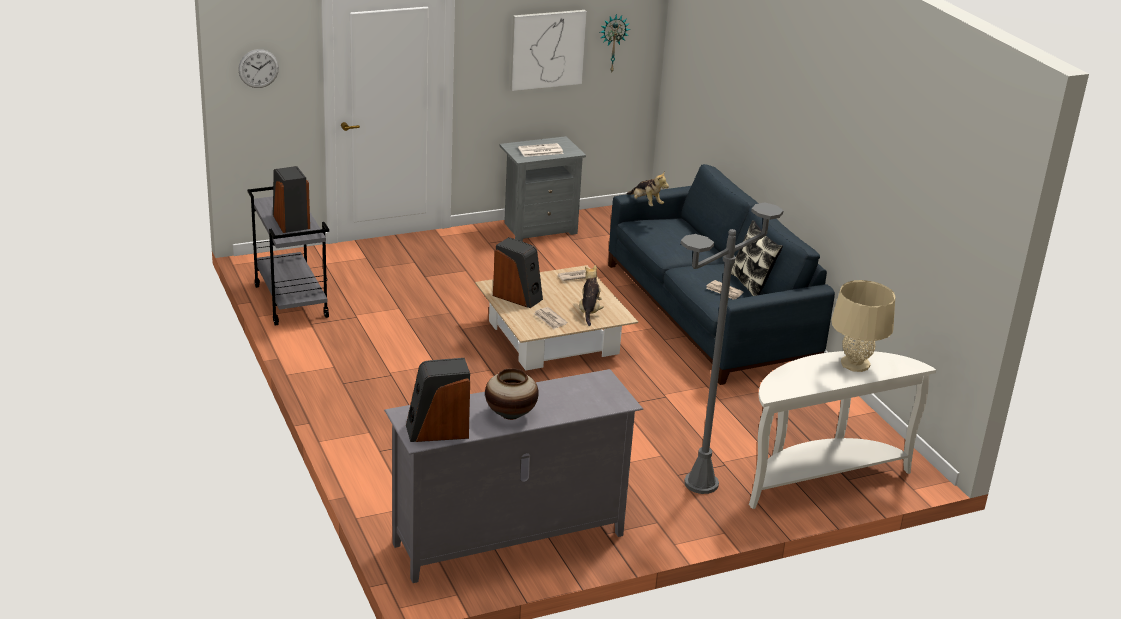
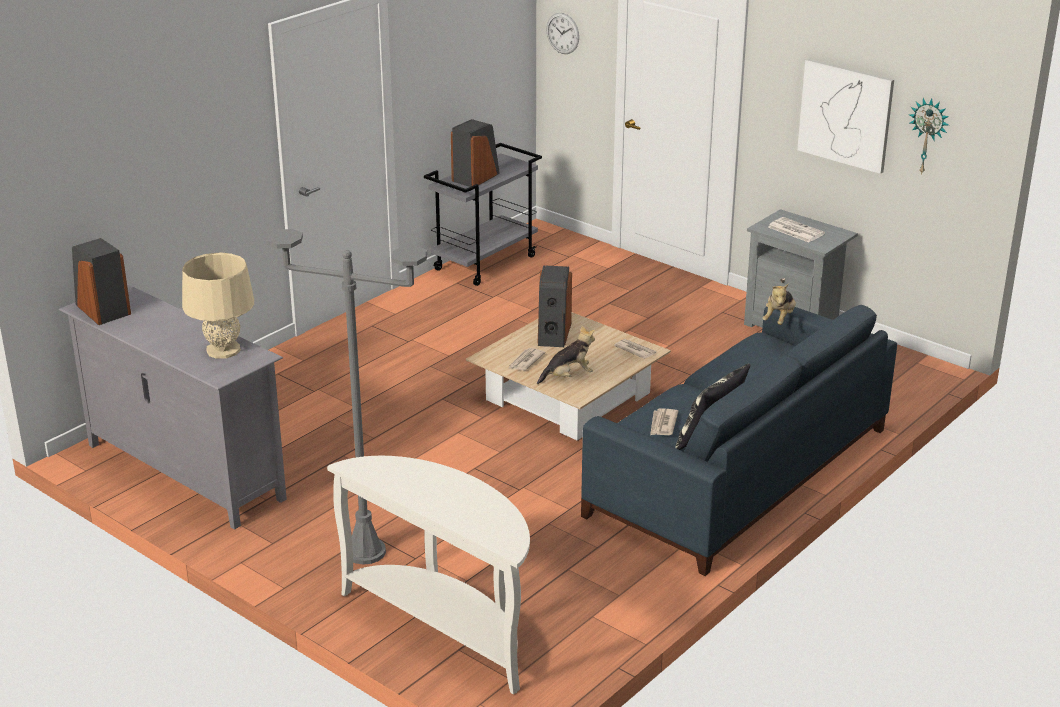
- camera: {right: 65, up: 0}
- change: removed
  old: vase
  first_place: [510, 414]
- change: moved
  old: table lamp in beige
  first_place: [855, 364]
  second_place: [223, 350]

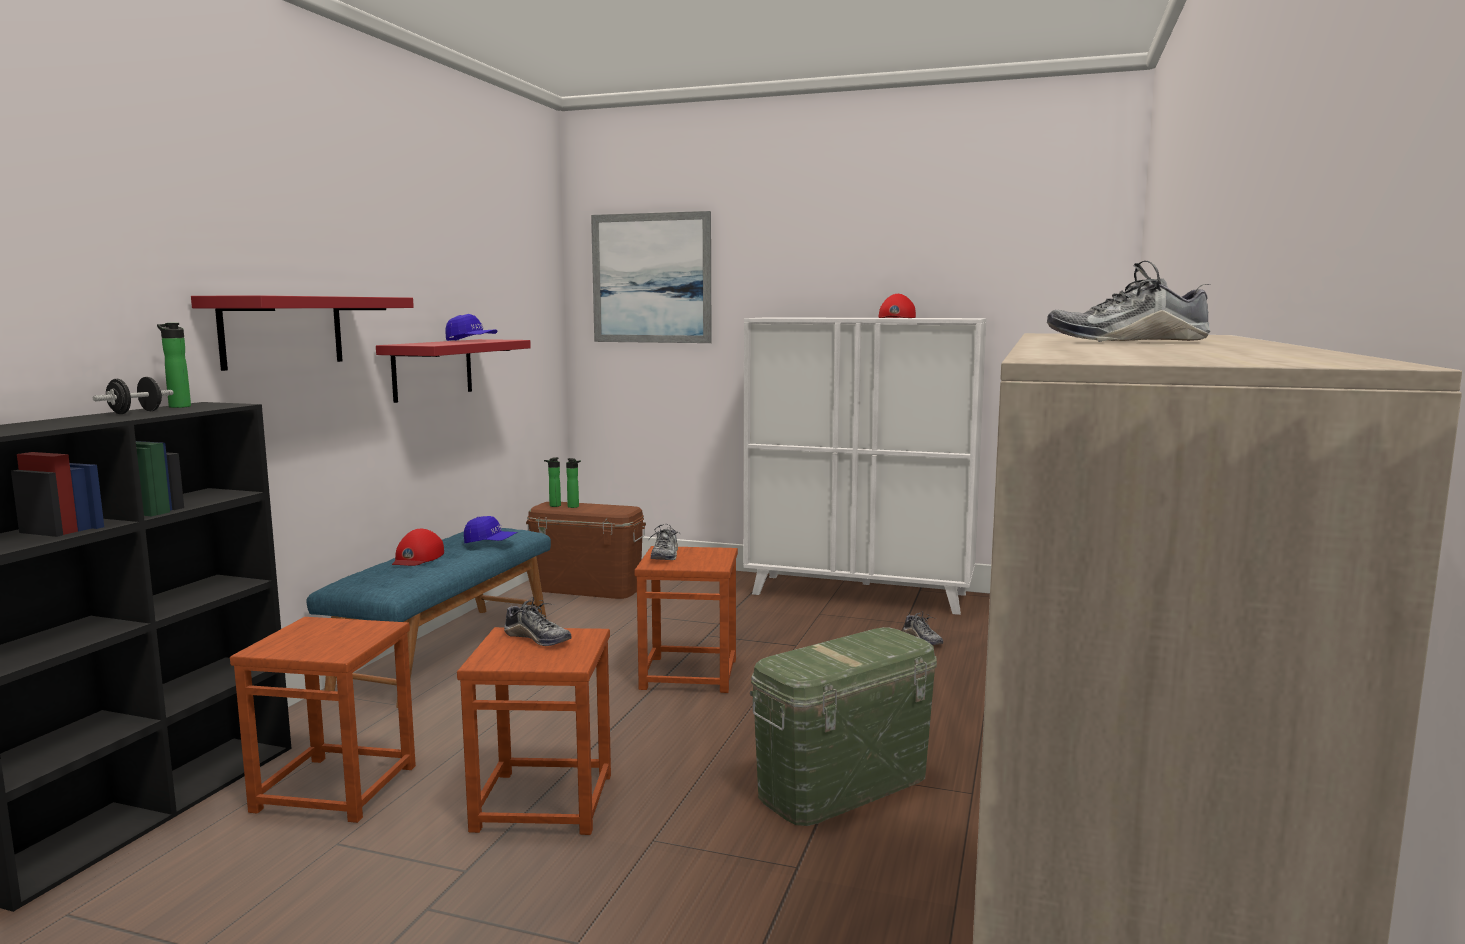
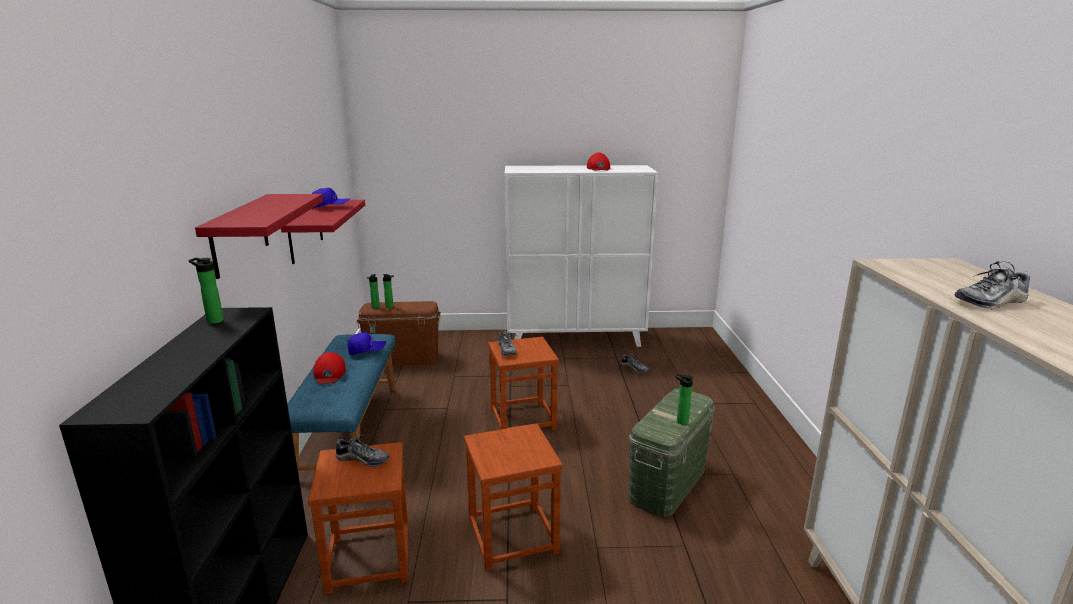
- camera: {right: -20, up: 10}
- change: removed
  old: dumbbell in black
  first_place: [135, 412]
- change: removed
  old: picture
  first_place: [651, 278]
- change: added
  new: bottle
  second_place: [680, 421]
- change: moved
  old: shoe
  first_place: [537, 639]
  second_place: [363, 459]

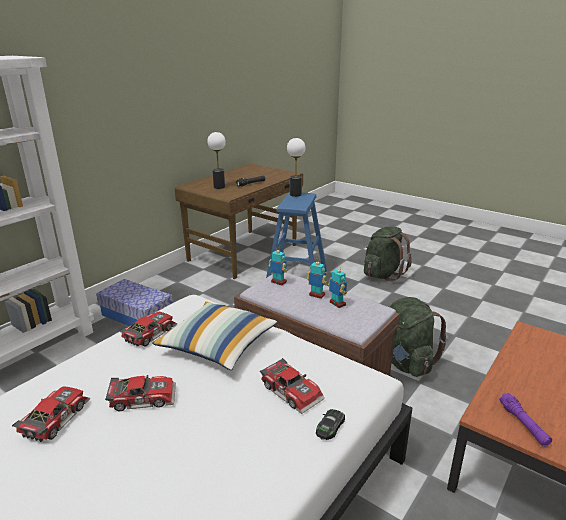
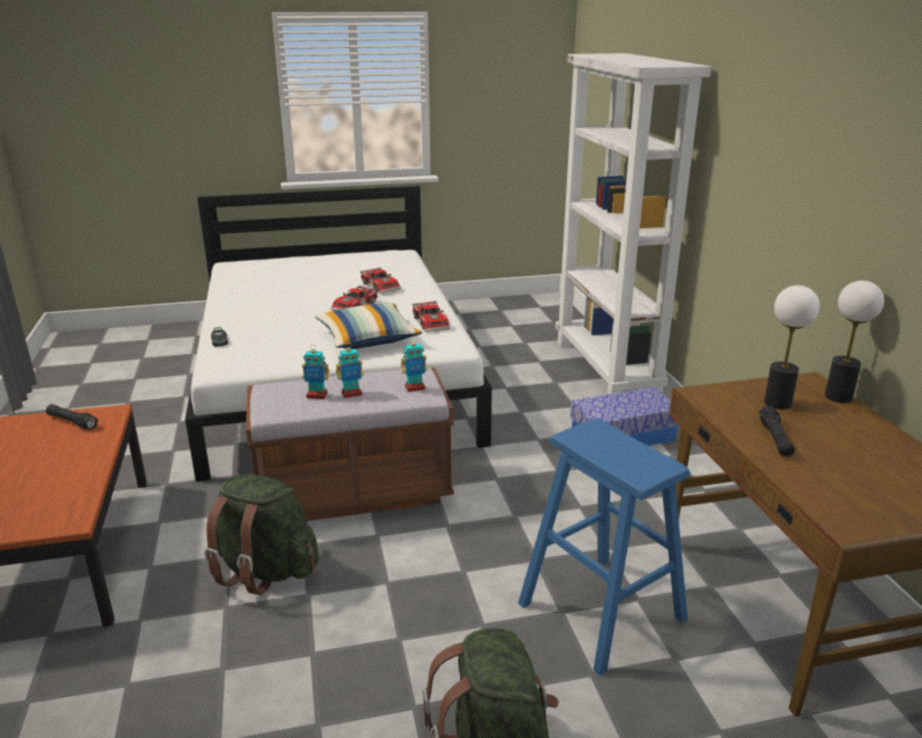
- camera: {right: 130, up: 0}
- change: removed
  old: toy car
  first_place: [293, 391]
- change: moved
  old: table lamp
  first_place: [296, 194]
  second_place: [838, 397]
- change: recoloured
  old: flashlight in purple
  new: flashlight in black
  first_place: [523, 424]
  second_place: [72, 422]

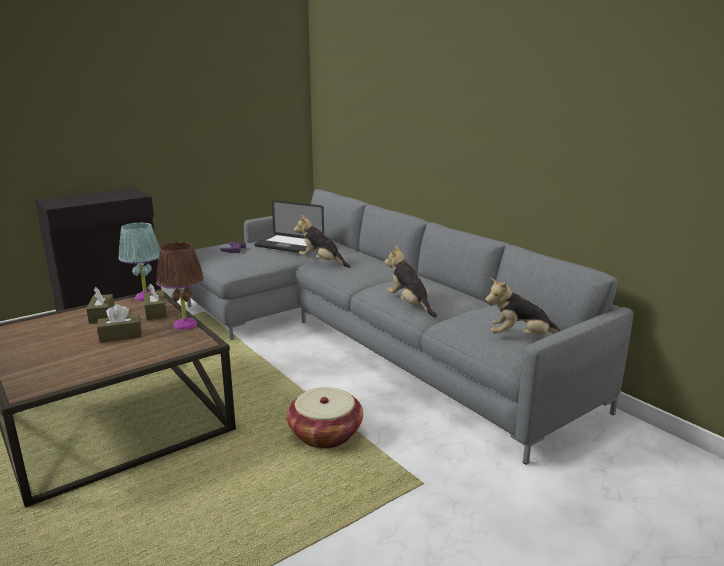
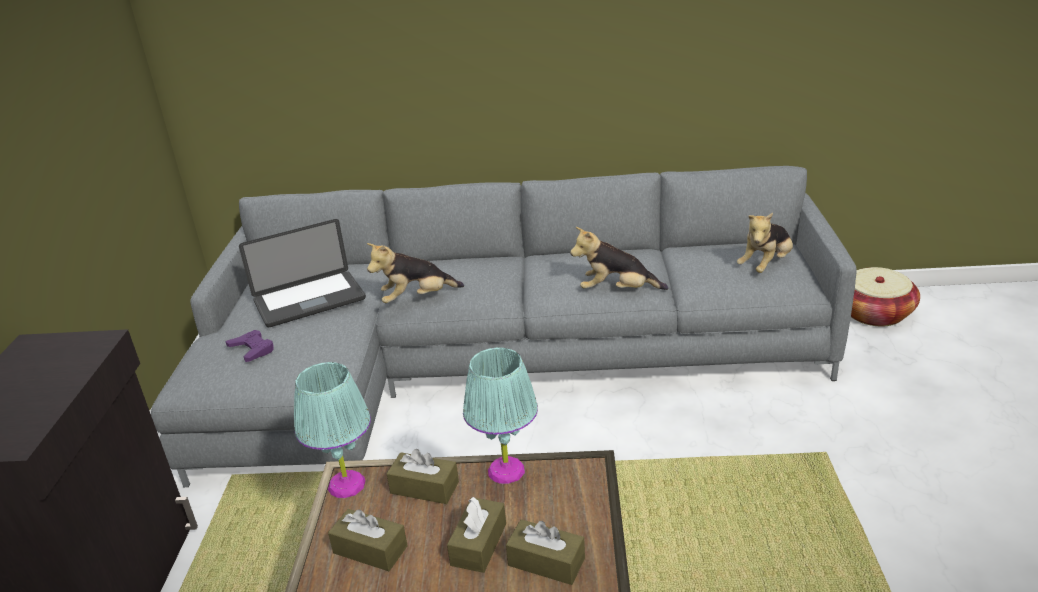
- camera: {right: -50, up: 10}
- change: added
  new: tissue box in brown
  second_place: [546, 562]
- change: moved
  old: basket
  first_place: [325, 434]
  second_place: [874, 313]
- change: recoloured
  old: table lamp in brown
  new: table lamp in turquoise
  first_place: [184, 325]
  second_place: [506, 471]

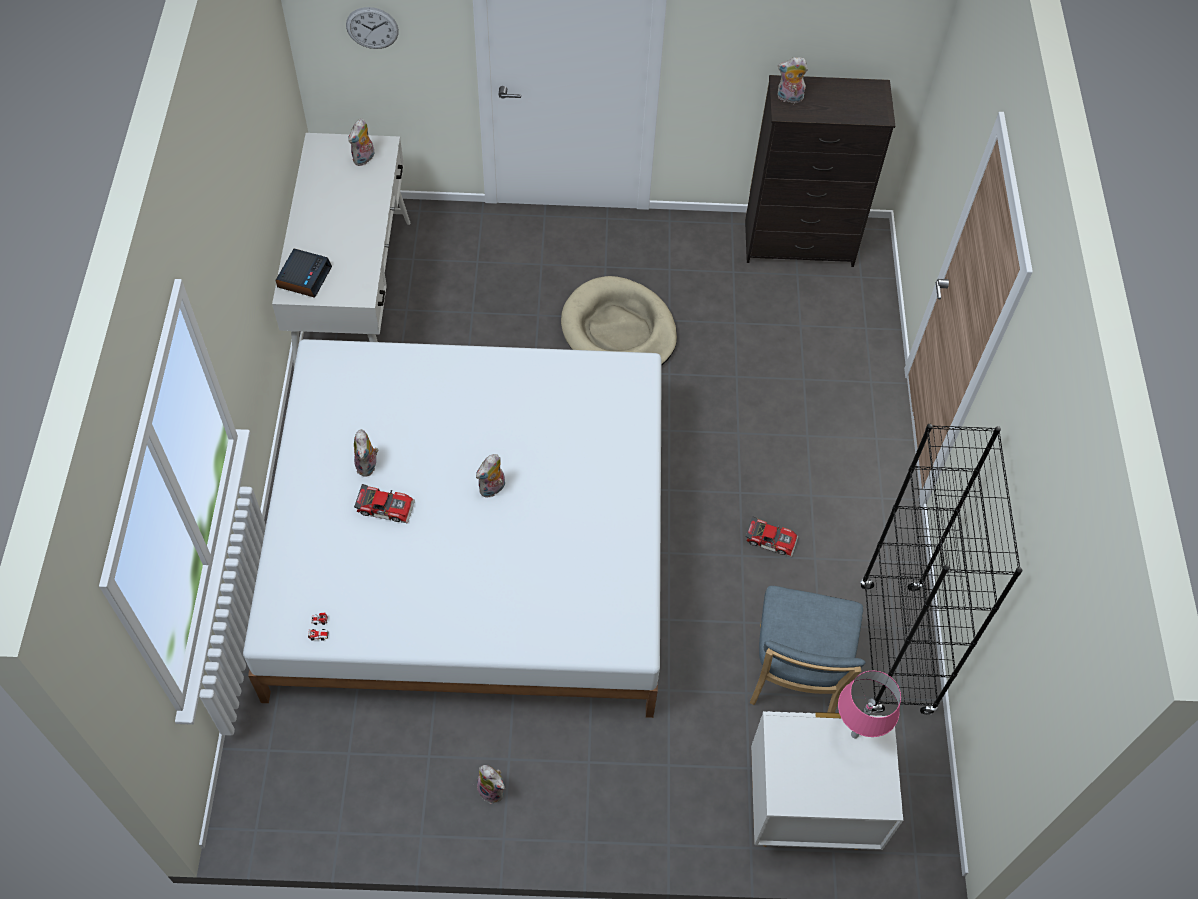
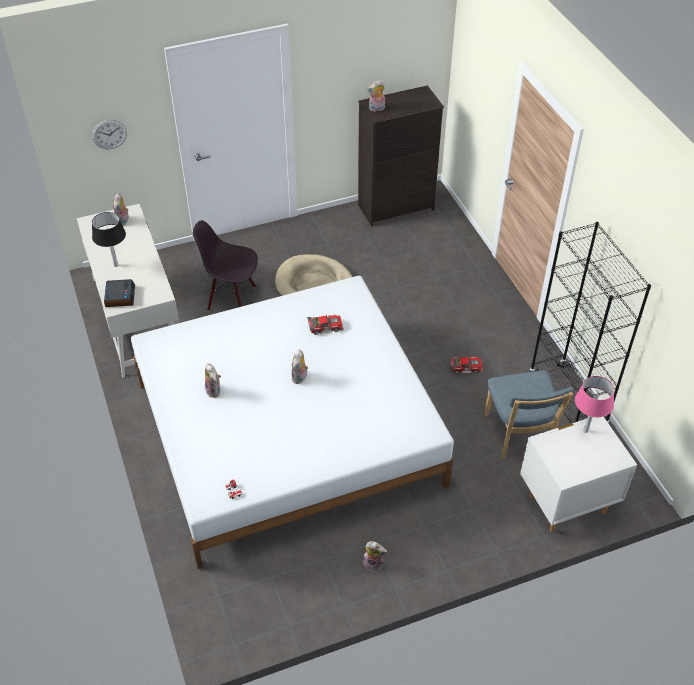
- camera: {right: -20, up: -10}
- change: added
  new: table lamp in black
  second_place: [116, 265]
- change: added
  new: chair in black
  second_place: [232, 298]
- change: moved
  old: toy car
  first_place: [386, 506]
  second_place: [325, 326]

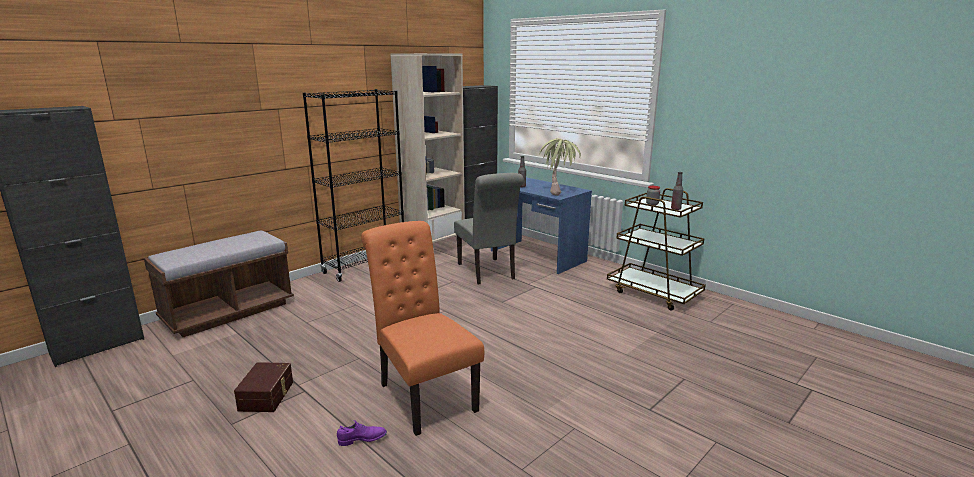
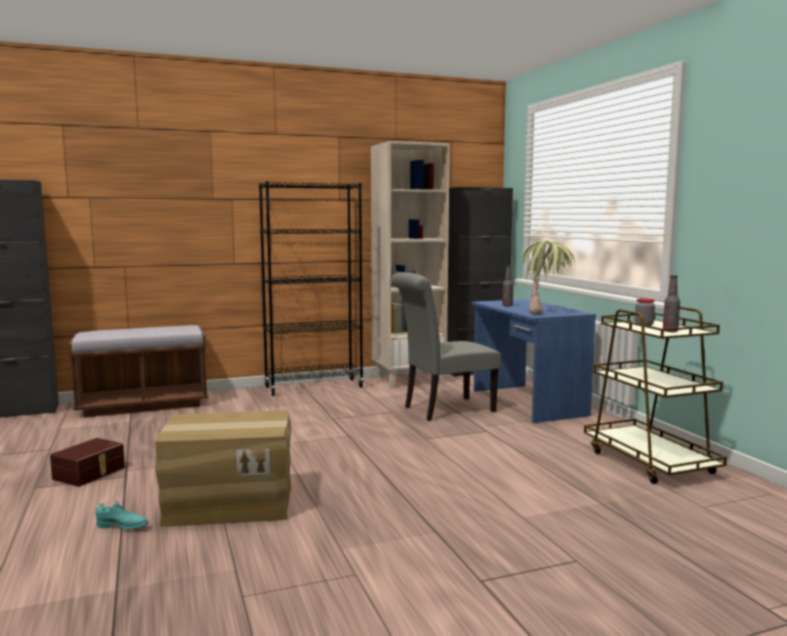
- camera: {right: 25, up: -10}
- change: replaced
  old: chair in orange
  new: cardboard box
  first_place: [423, 394]
  second_place: [230, 503]
- change: recoloured
  old: shoe in purple
  new: shoe in turquoise
  first_place: [362, 439]
  second_place: [122, 527]
- change: turned
  old: chair in grey
  first_place: [487, 272]
  second_place: [443, 409]
  degrees: 60

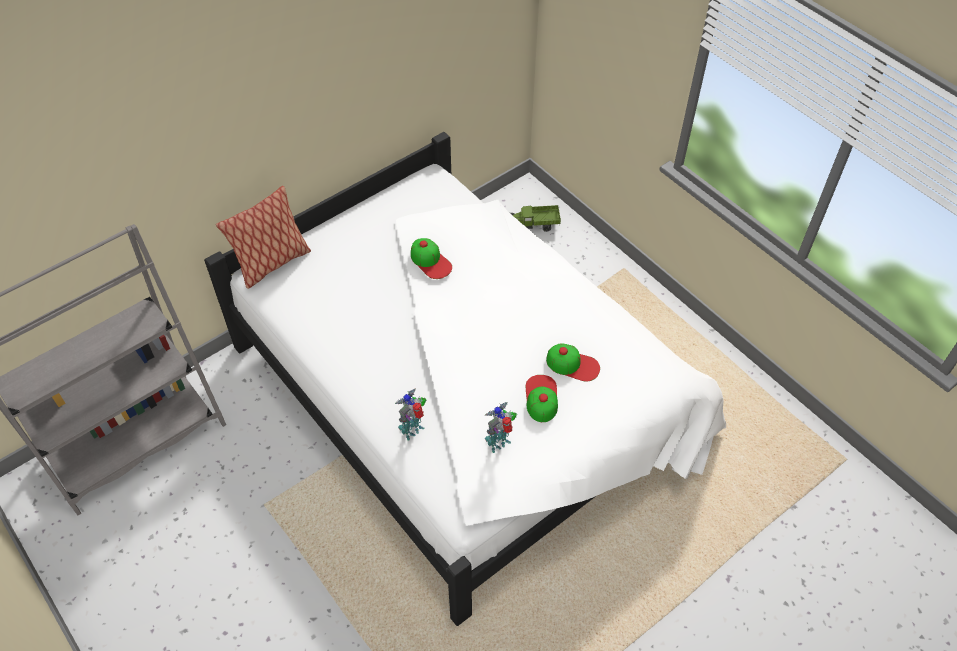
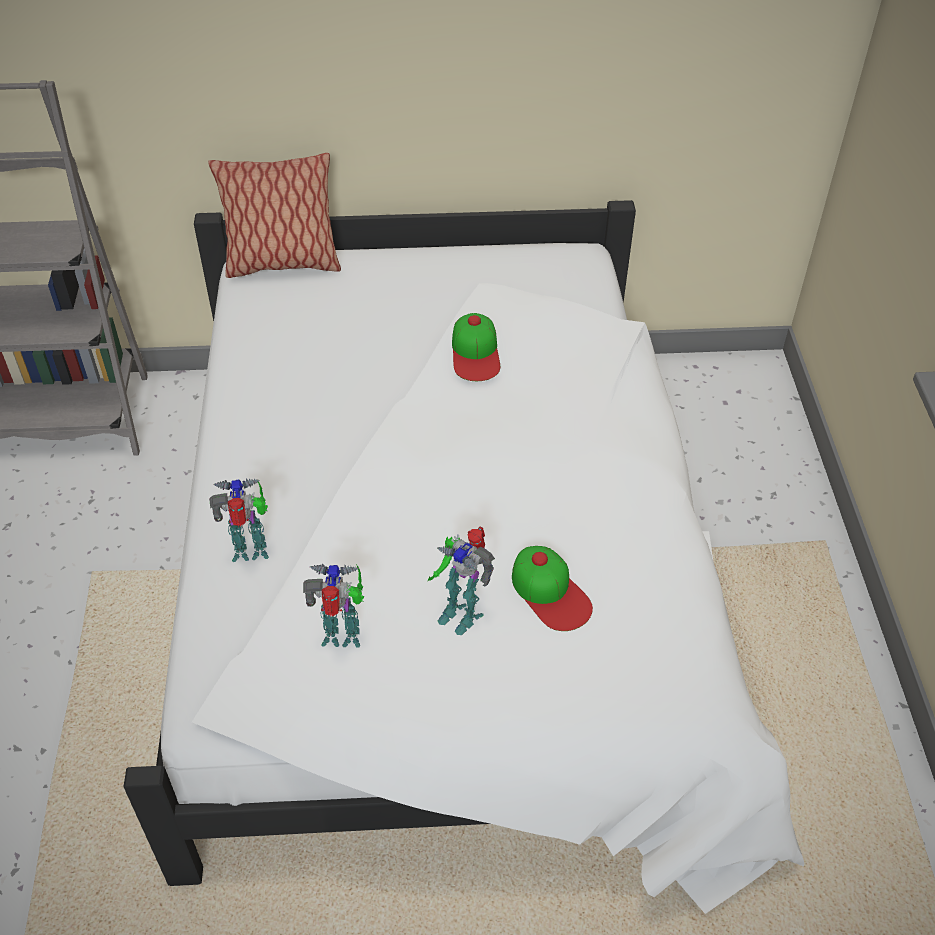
- camera: {right: 35, up: -5}
- change: removed
  old: toy truck
  first_place: [533, 224]
- change: replaced
  old: cap
  new: toy robot
  first_place: [541, 398]
  second_place: [460, 612]

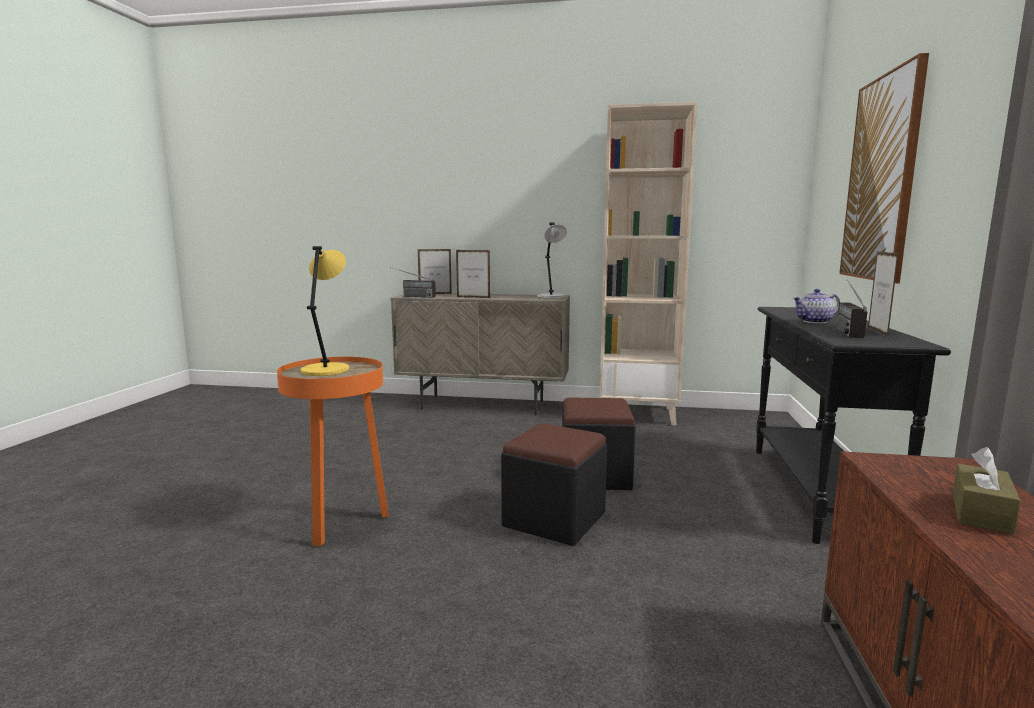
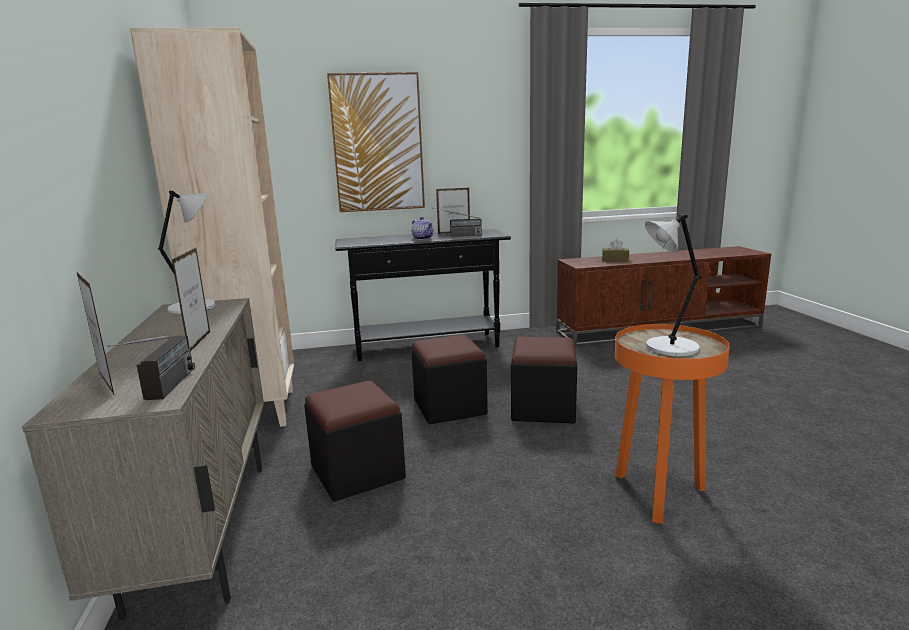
- camera: {right: -110, up: 5}
- change: added
  new: ottoman in black
  second_place: [357, 472]
- change: recoloured
  old: table lamp in yellow
  new: table lamp in grey
  first_place: [326, 370]
  second_place: [669, 348]

